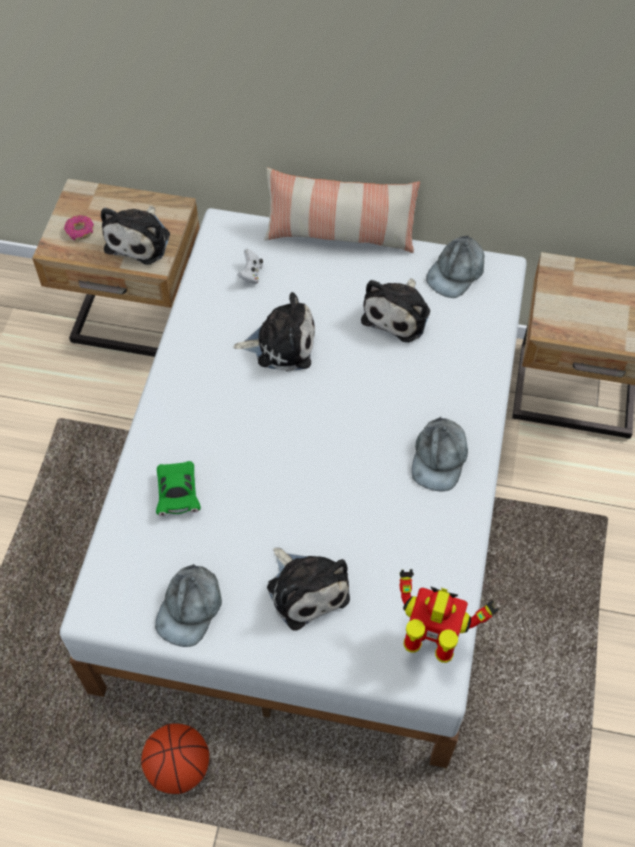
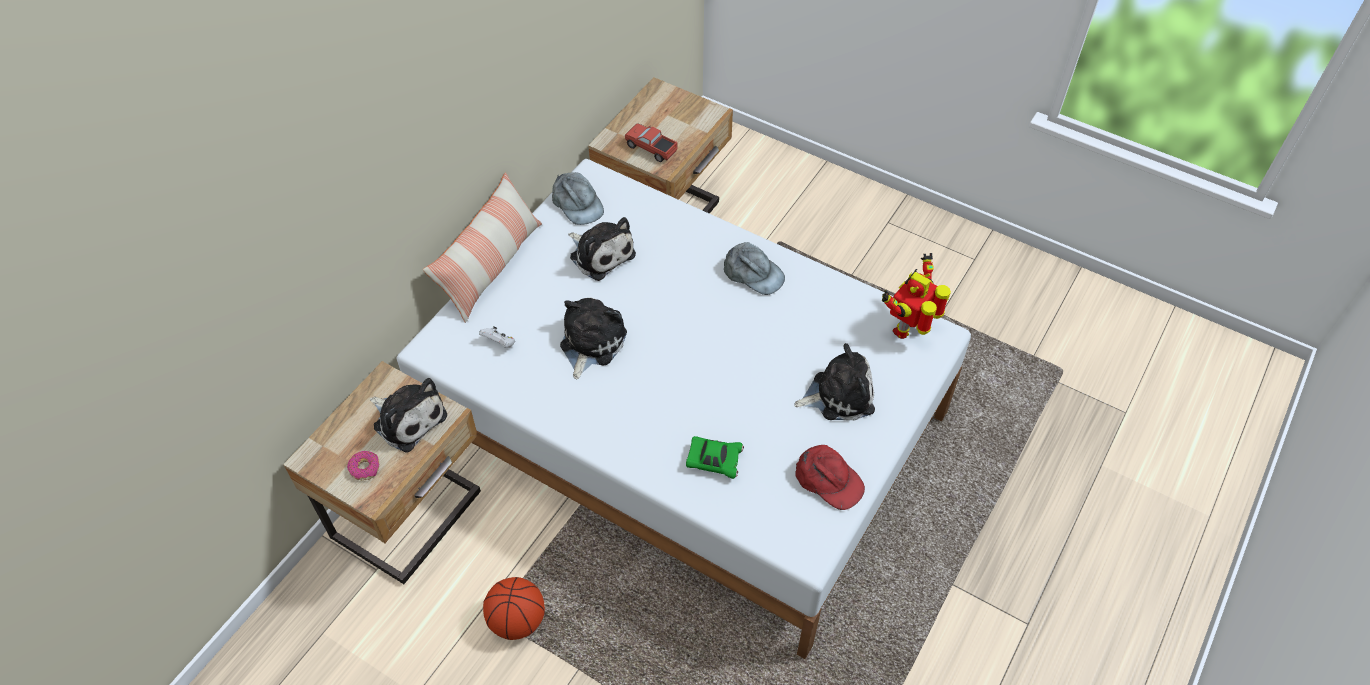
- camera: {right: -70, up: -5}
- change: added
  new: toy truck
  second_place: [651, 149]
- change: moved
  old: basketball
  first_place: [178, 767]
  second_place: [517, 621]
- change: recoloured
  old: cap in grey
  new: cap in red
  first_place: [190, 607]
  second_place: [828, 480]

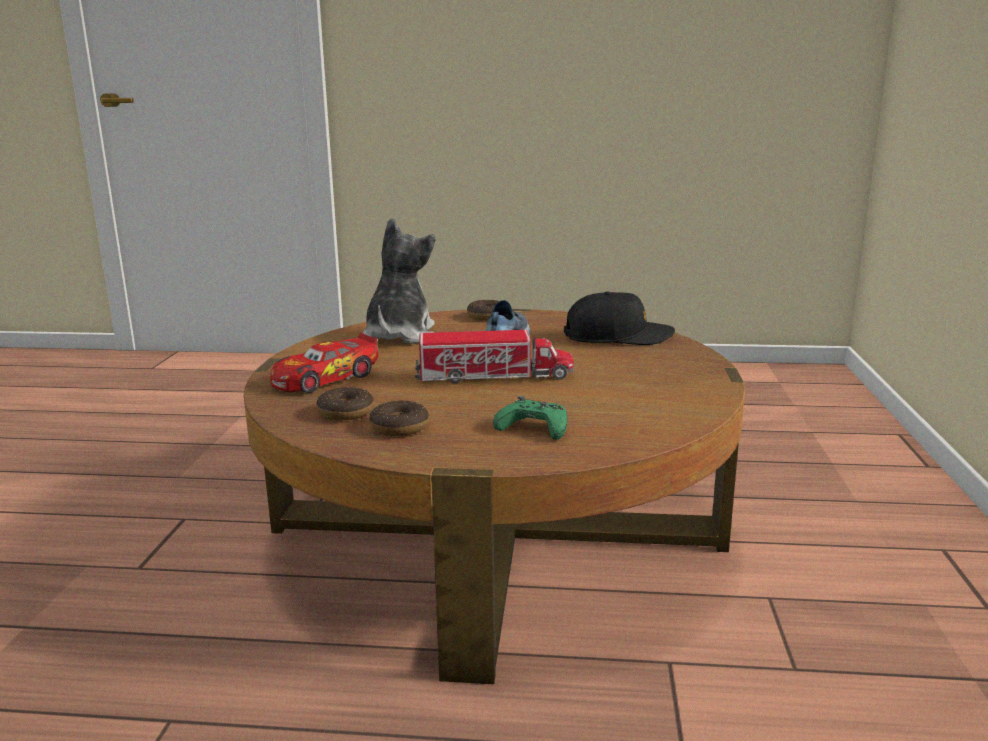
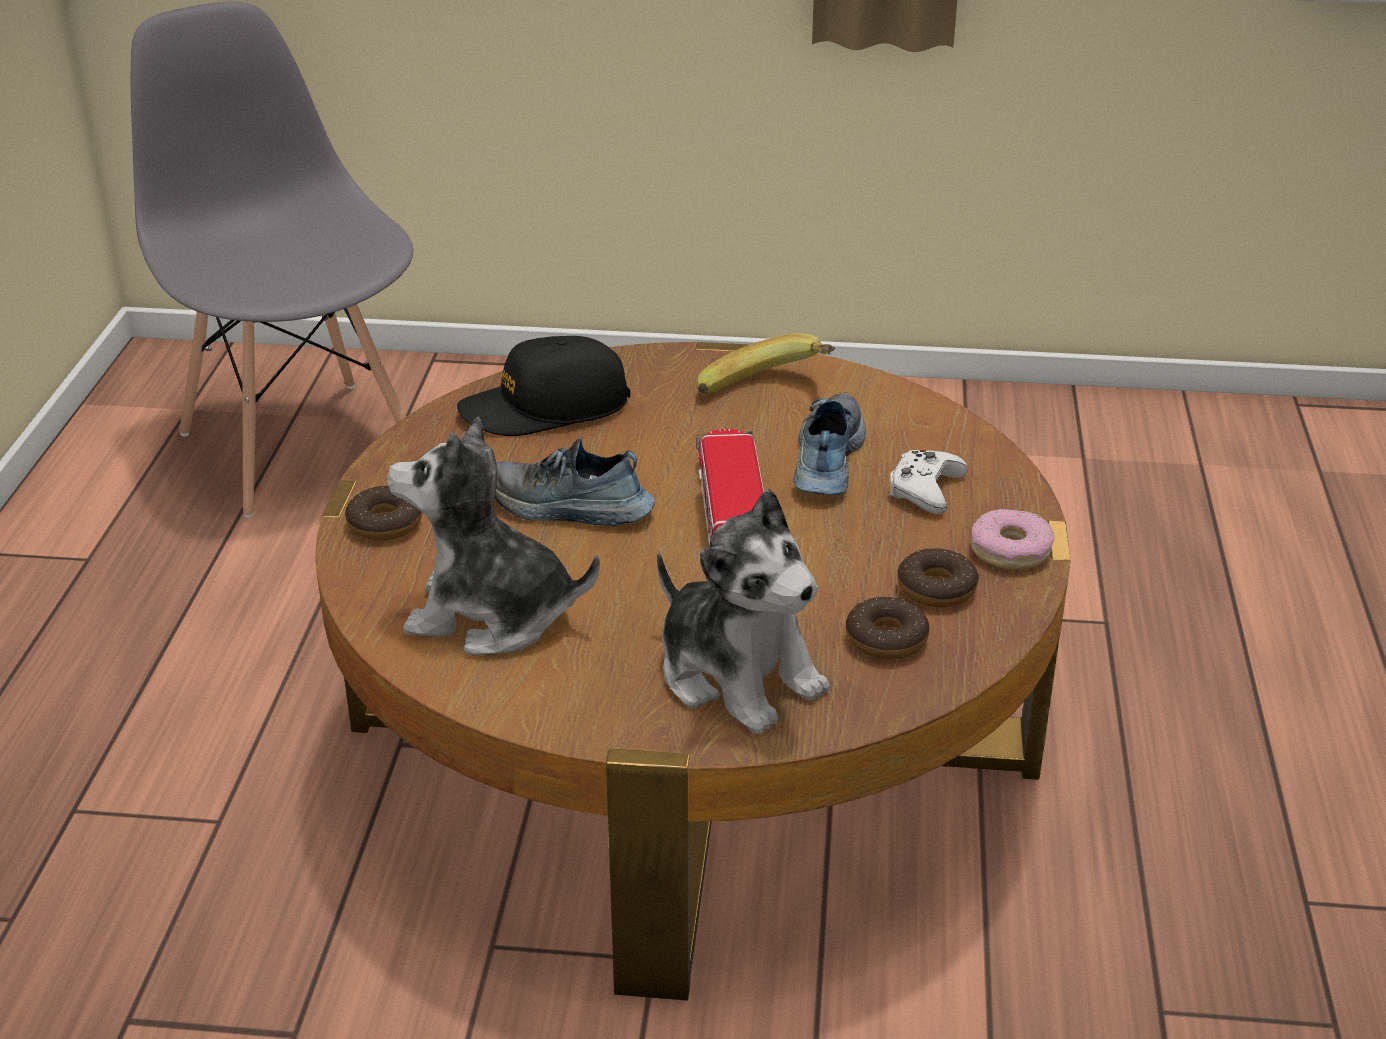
- camera: {right: -90, up: 15}
- change: added
  new: chair in grey
  second_place: [301, 446]
- change: added
  new: banana
  second_place: [769, 394]
- change: added
  new: shoe
  second_place: [825, 460]
- change: added
  new: donut
  second_place: [1010, 550]
- change: replaced
  old: toy car
  new: plush toy
  first_place: [325, 379]
  second_place: [738, 676]
- change: recoloured
  old: game controller in green
  new: game controller in white
  first_place: [534, 428]
  second_place: [925, 489]
- change: turned
  old: cap in black
  first_place: [618, 337]
  second_place: [545, 408]
  degrees: -105

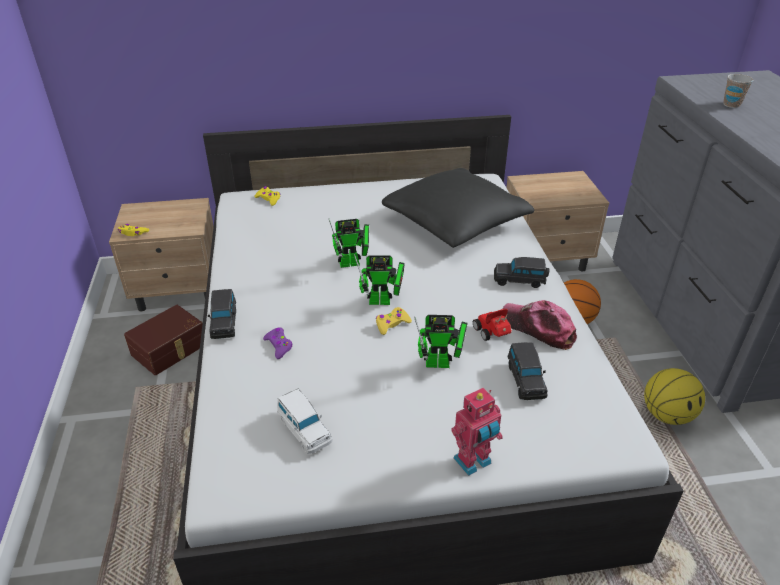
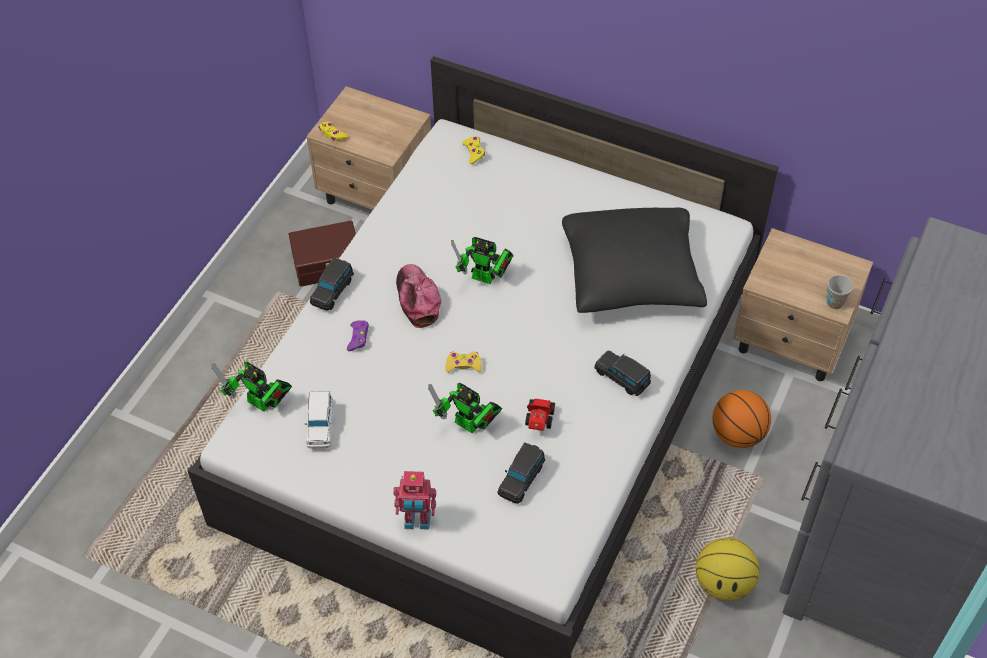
- camera: {right: 35, up: 15}
- change: moved
  old: toy robot
  first_place: [383, 301]
  second_place: [262, 405]
- change: moved
  old: cap
  first_place: [538, 329]
  second_place: [417, 299]
- change: moved
  old: cup
  first_place: [731, 105]
  second_place: [834, 302]

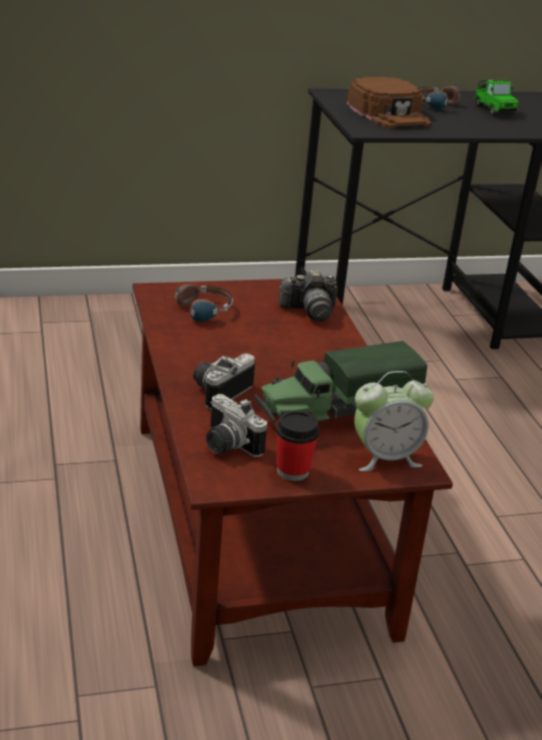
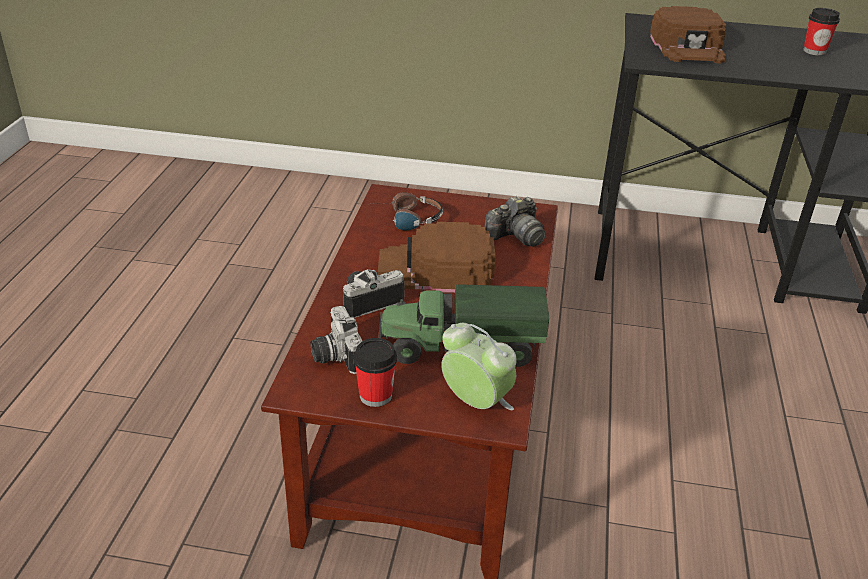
- camera: {right: 25, up: 5}
- change: removed
  old: headphones
  first_place: [442, 106]
- change: added
  new: cap in brown
  second_place: [436, 268]
- change: replaced
  old: toy car
  new: cup
  first_place: [493, 109]
  second_place: [814, 51]
- change: turned
  old: photo camera
  first_place: [309, 310]
  second_place: [516, 236]
  degrees: -45
- change: turned
  old: alarm clock
  first_place: [385, 457]
  second_place: [476, 403]
  degrees: -150

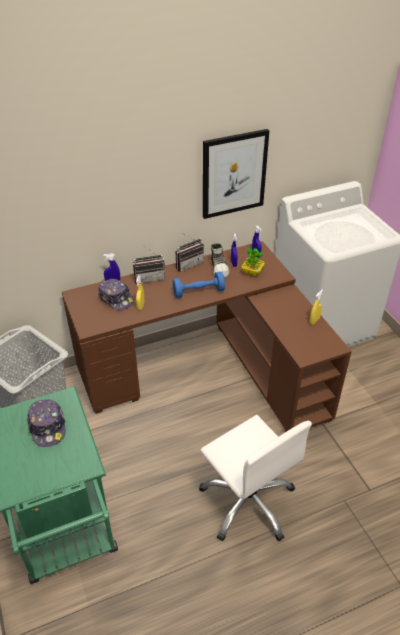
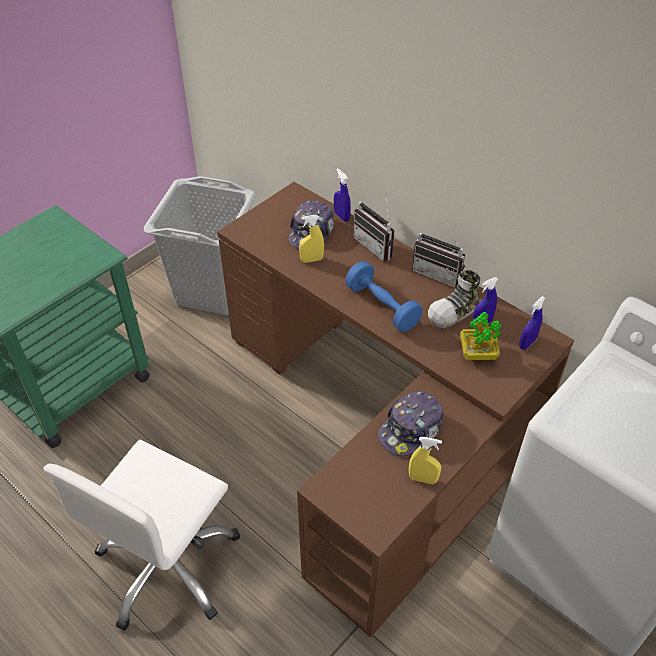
- camera: {right: 65, up: 5}
- change: removed
  old: picture
  first_place: [234, 174]
- change: moved
  old: cap
  first_place: [48, 426]
  second_place: [411, 429]

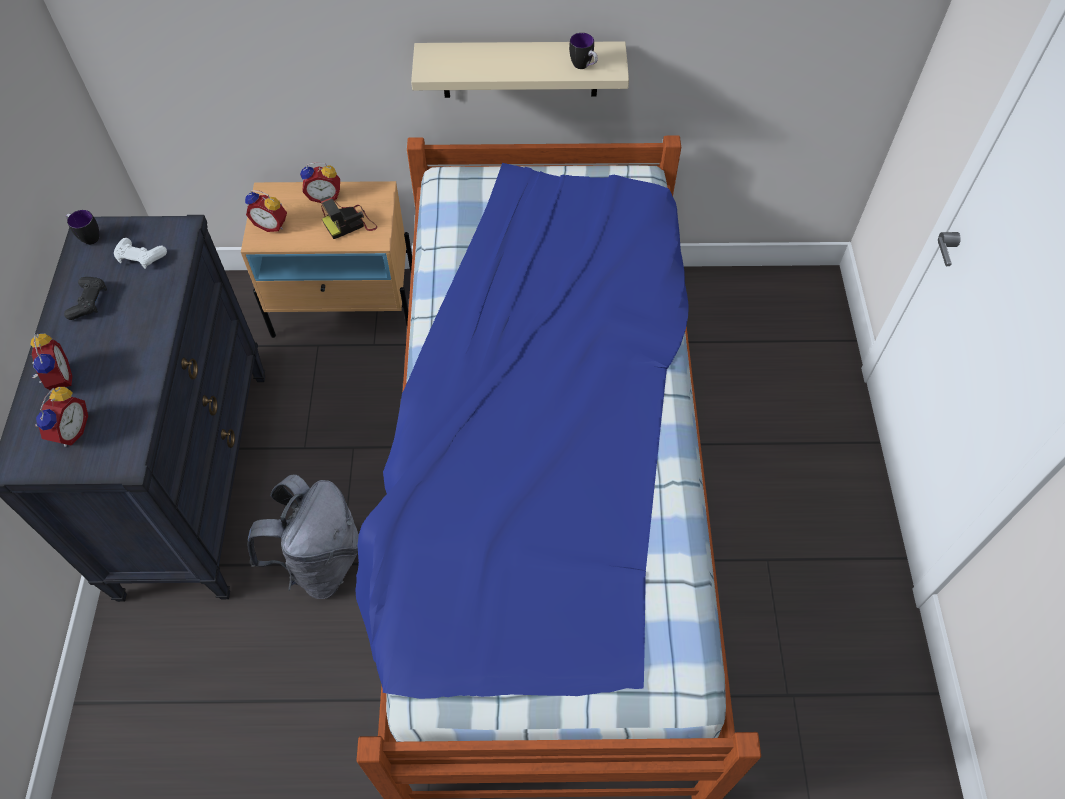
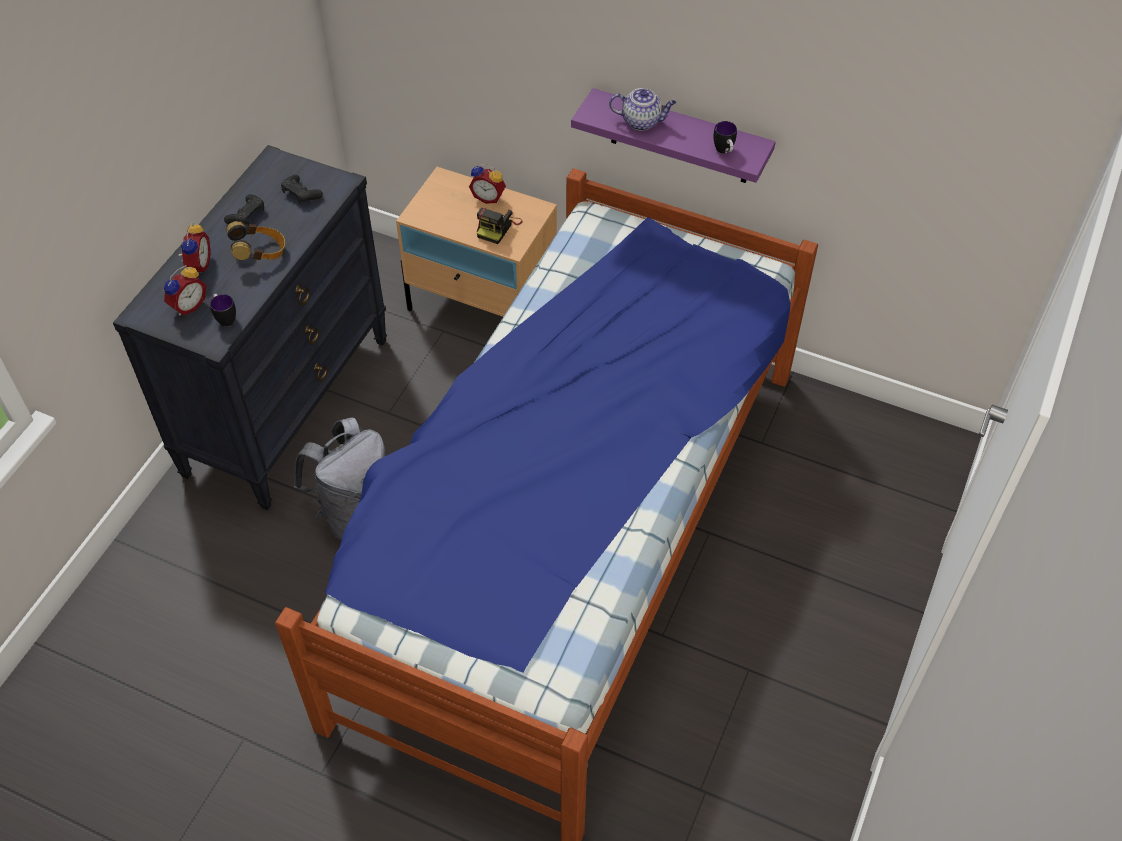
- camera: {right: 25, up: -5}
- change: removed
  old: alarm clock
  first_place: [272, 224]
- change: added
  new: headphones
  second_place: [260, 254]
- change: added
  new: teapot
  second_place: [642, 121]
- change: moved
  old: mug
  first_place: [87, 237]
  second_place: [225, 318]
- change: recoloured
  old: game controller in white
  new: game controller in black
  first_place: [141, 257]
  second_place: [301, 194]
- change: recoloured
  old: shelf in beige
  new: shelf in purple
  first_place: [520, 69]
  second_place: [680, 138]
- change: turned
  old: photo camera
  first_place: [350, 223]
  second_place: [498, 227]
  degrees: -60

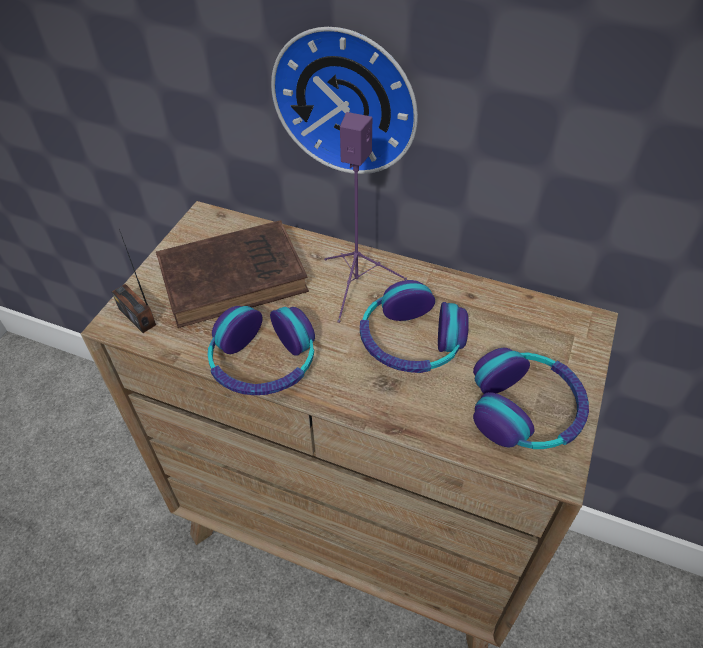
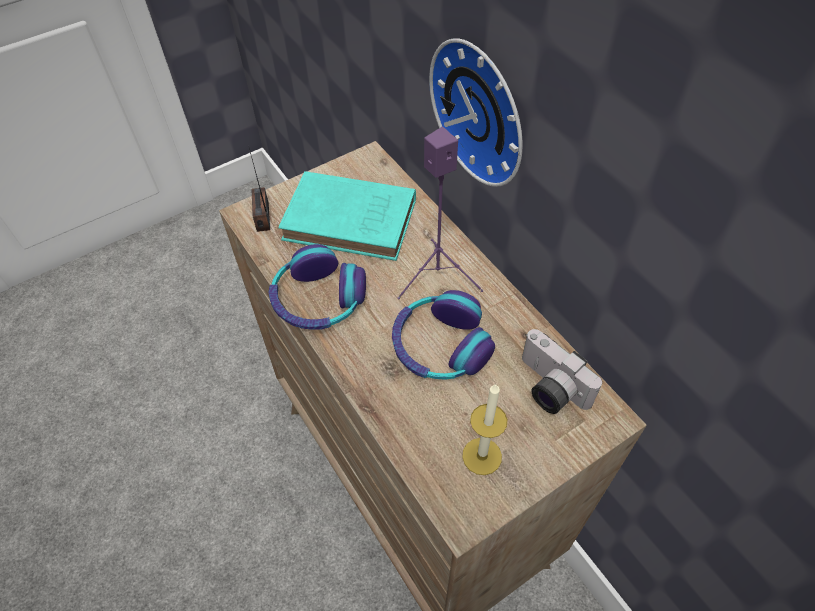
- camera: {right: 35, up: 5}
- change: added
  new: photo camera
  second_place: [548, 388]
- change: replaced
  old: headphones
  new: candle
  first_place: [526, 409]
  second_place: [482, 456]
- change: recoloured
  old: book in brown
  new: book in turquoise
  first_place: [237, 277]
  second_place: [353, 221]

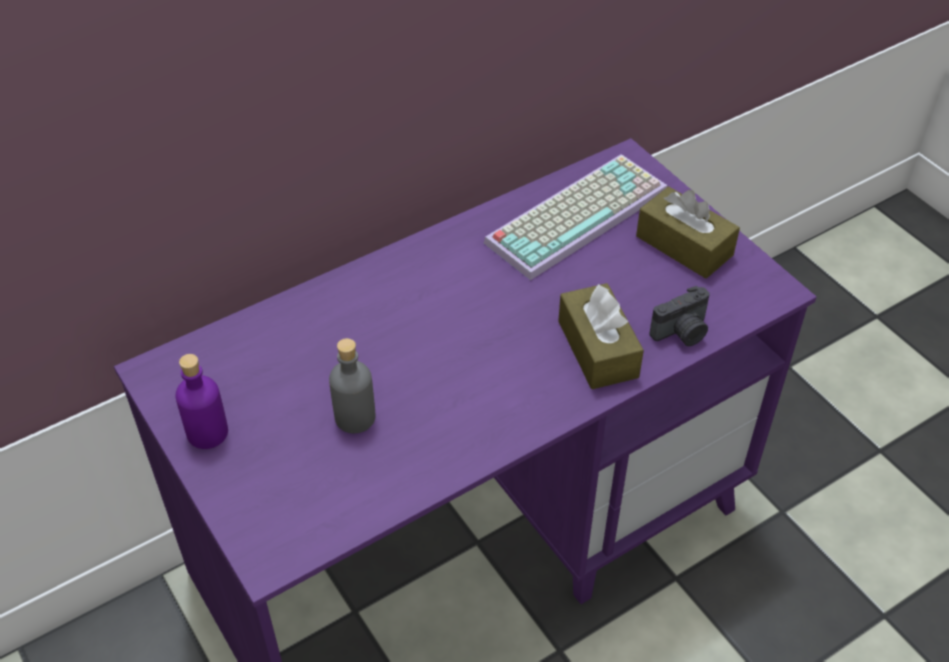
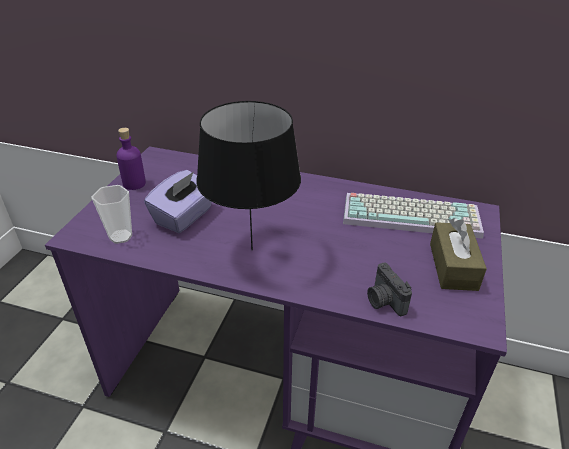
- camera: {right: 50, up: -10}
- change: removed
  old: tissue box in brown
  first_place: [597, 349]
- change: added
  new: cup
  second_place: [121, 236]
- change: added
  new: table lamp in black
  second_place: [251, 250]
- change: replaced
  old: bottle in grey
  new: tissue box in purple
  first_place: [355, 417]
  second_place: [184, 216]
- change: turned
  old: photo camera
  first_place: [682, 333]
  second_place: [384, 301]
  degrees: 45

